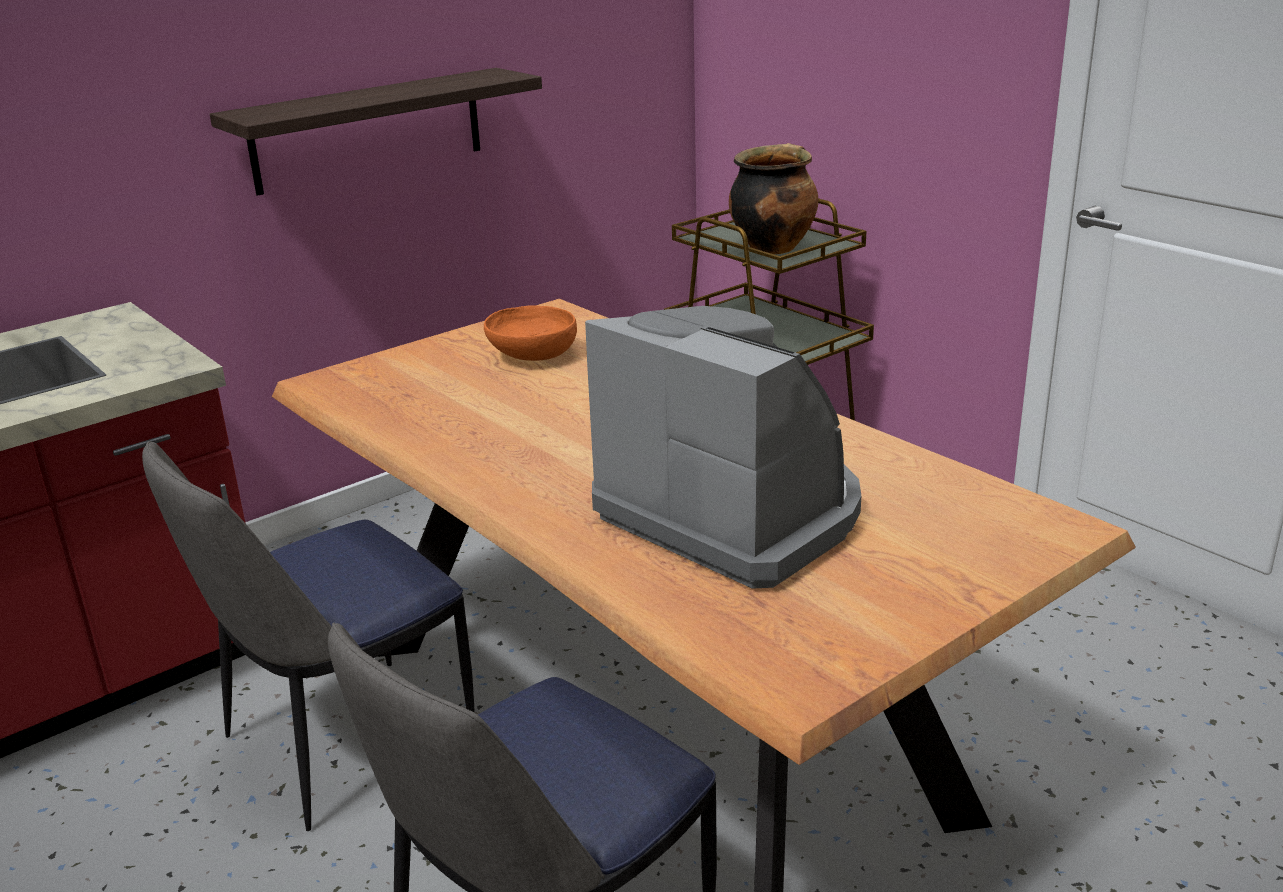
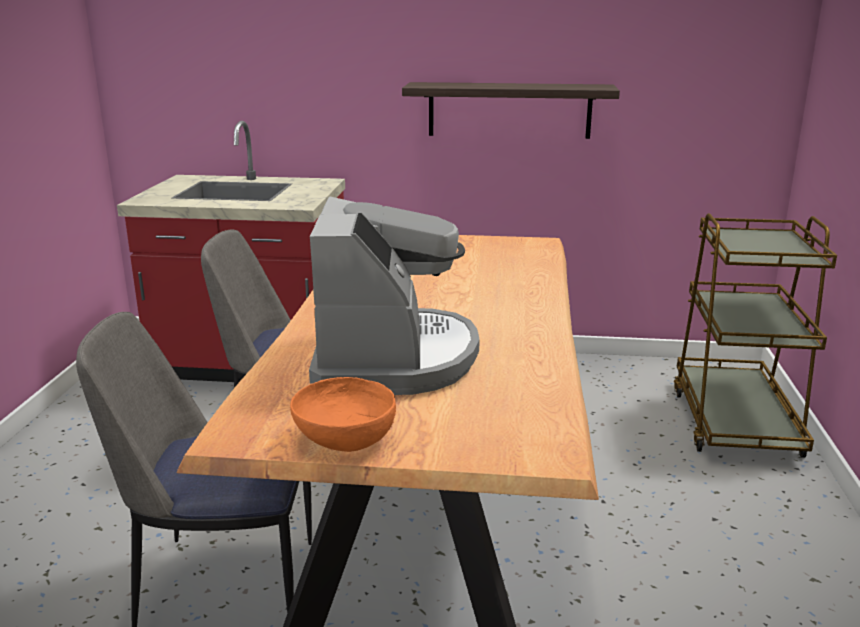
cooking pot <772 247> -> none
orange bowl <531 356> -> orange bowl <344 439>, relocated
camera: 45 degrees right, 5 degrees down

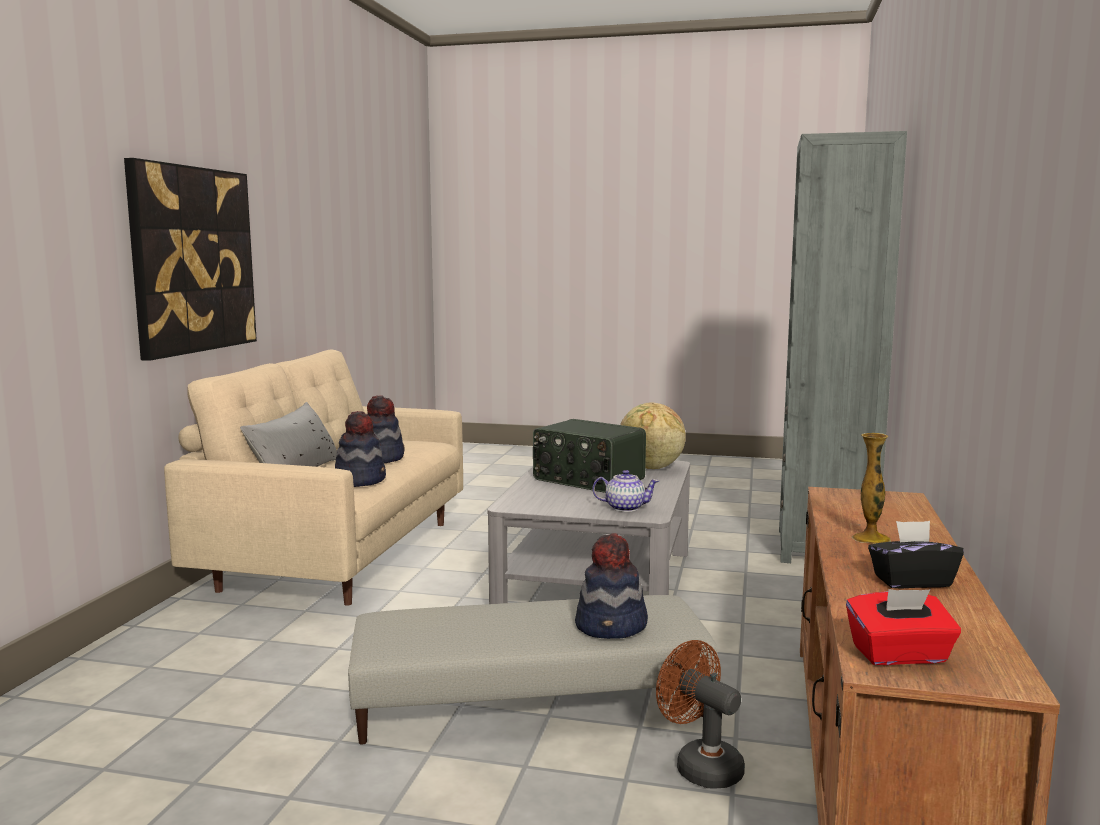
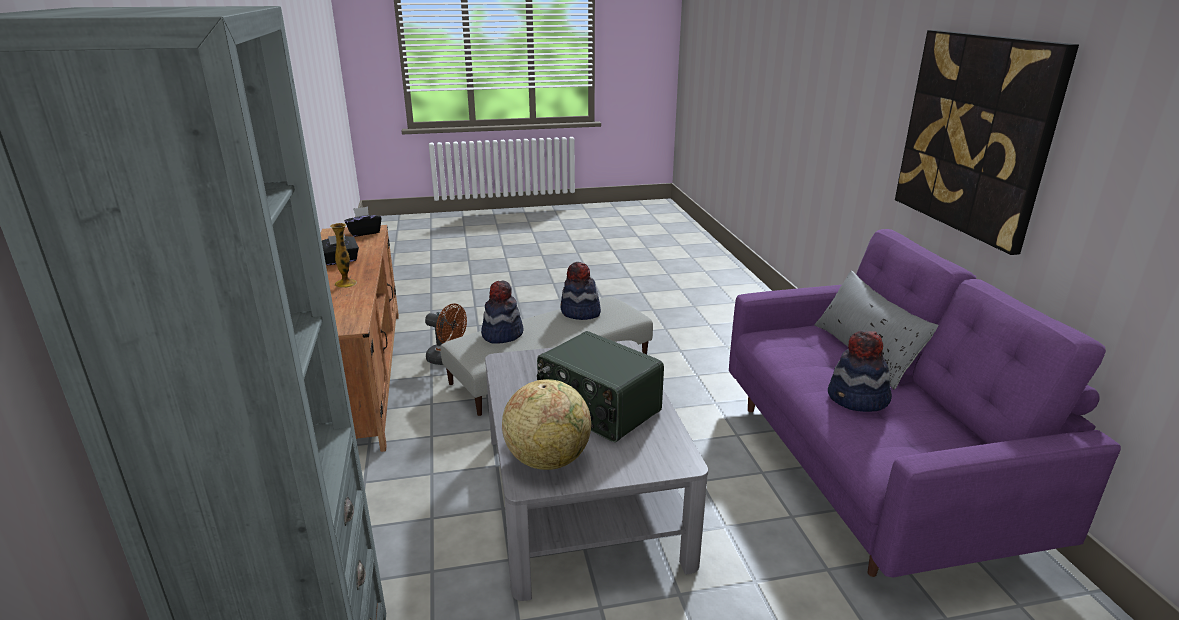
beige sofa <339 553> -> purple sofa <868 471>
hat <360 480> -> hat <580 312>, relocated
radio <587 480> -> radio <598 409>, 150 degrees counterclockwise
teapot <624 508> -> none
red tissue box <899 655> -> black tissue box <364 232>
camera: 155 degrees right, 15 degrees up

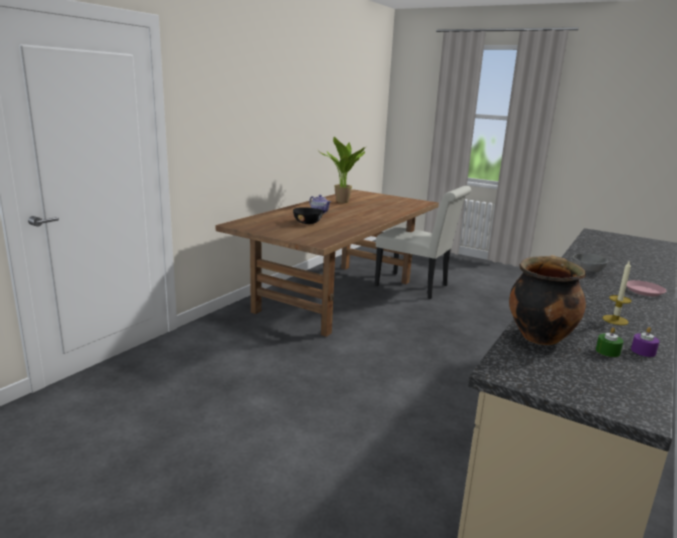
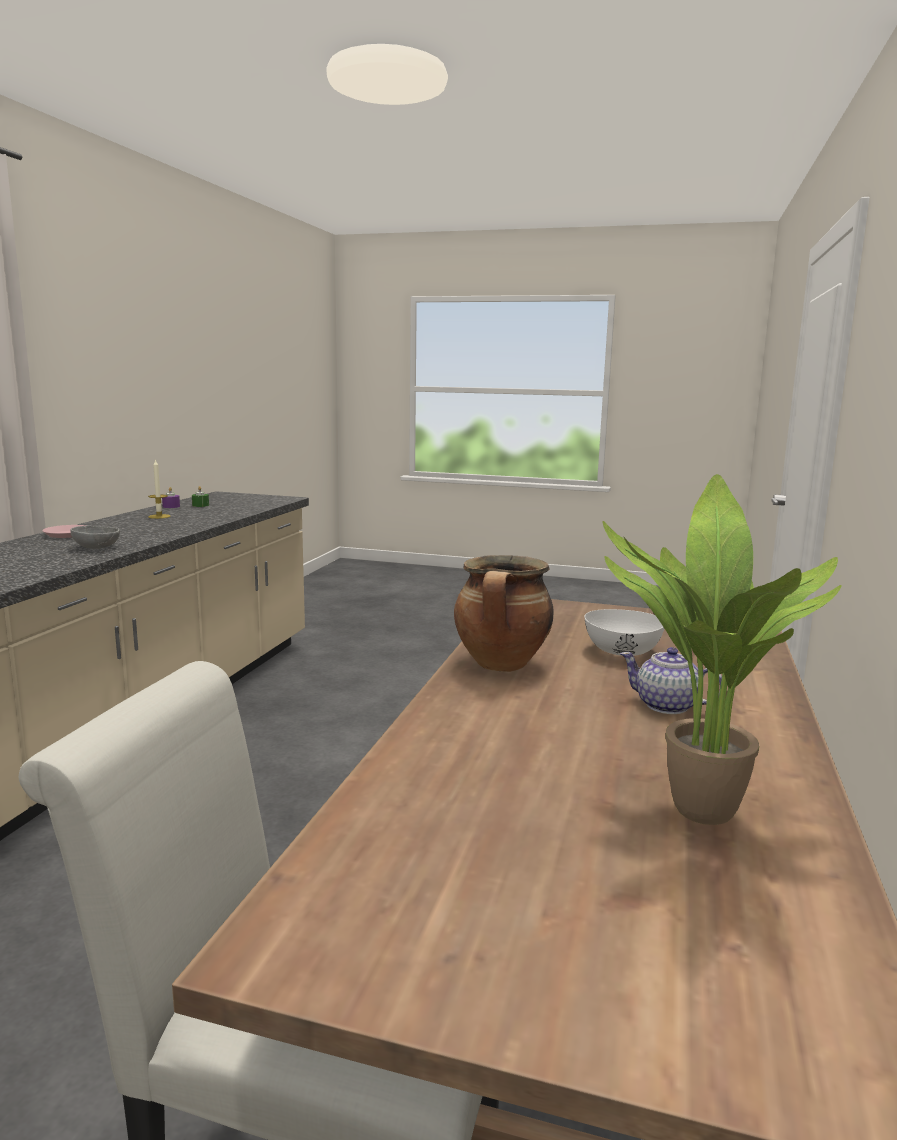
black bowl <308 223> -> white bowl <621 651>
cooking pot <539 336> -> cooking pot <502 665>, relocated
camera: 165 degrees right, 5 degrees down

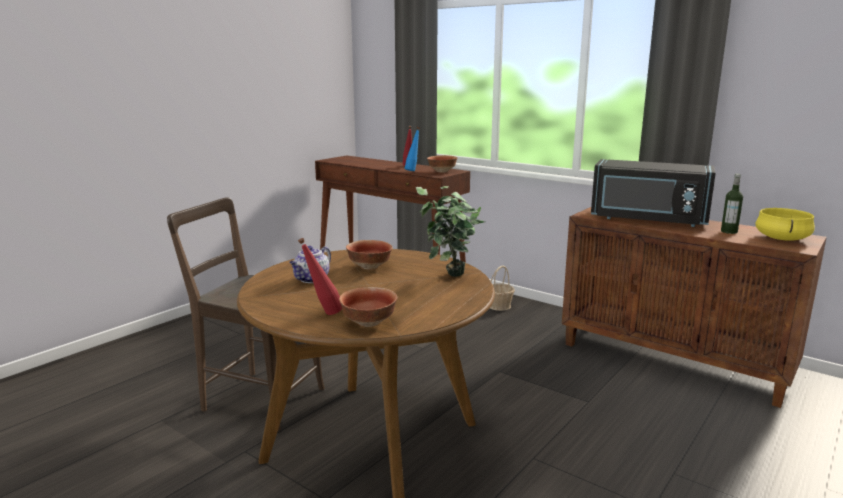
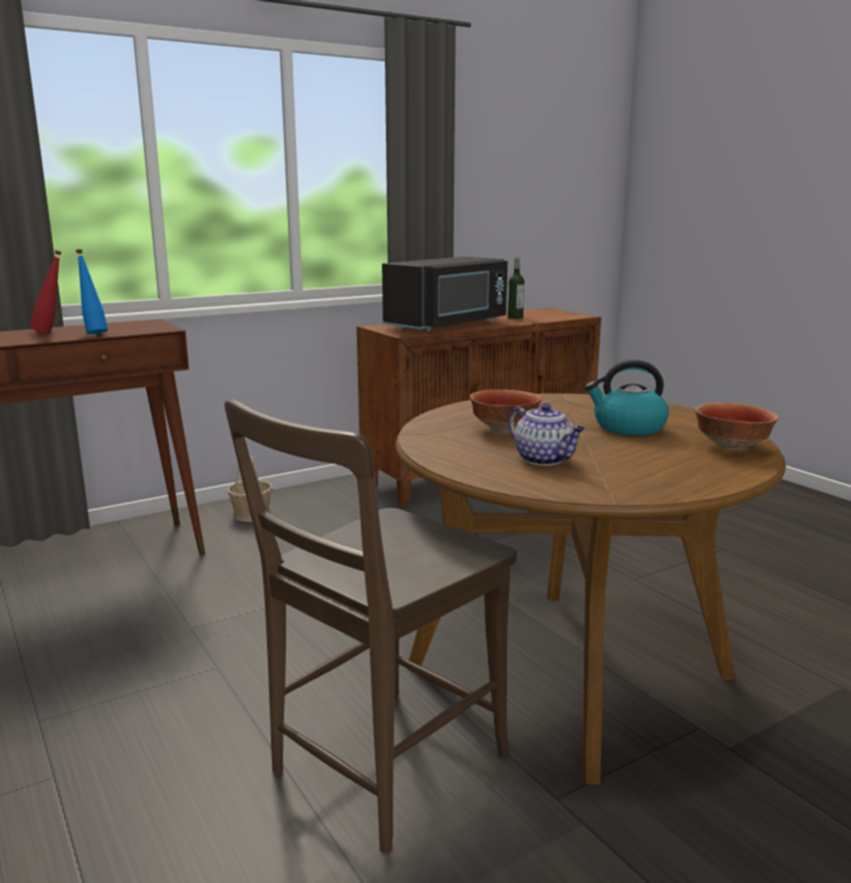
bowl <441 171> -> none
potted plant <449 278> -> none
yellow cooking pot <782 238> -> none
red bottle <323 314> -> none
none -> kettle <628 427>
camera: 70 degrees left, 0 degrees up

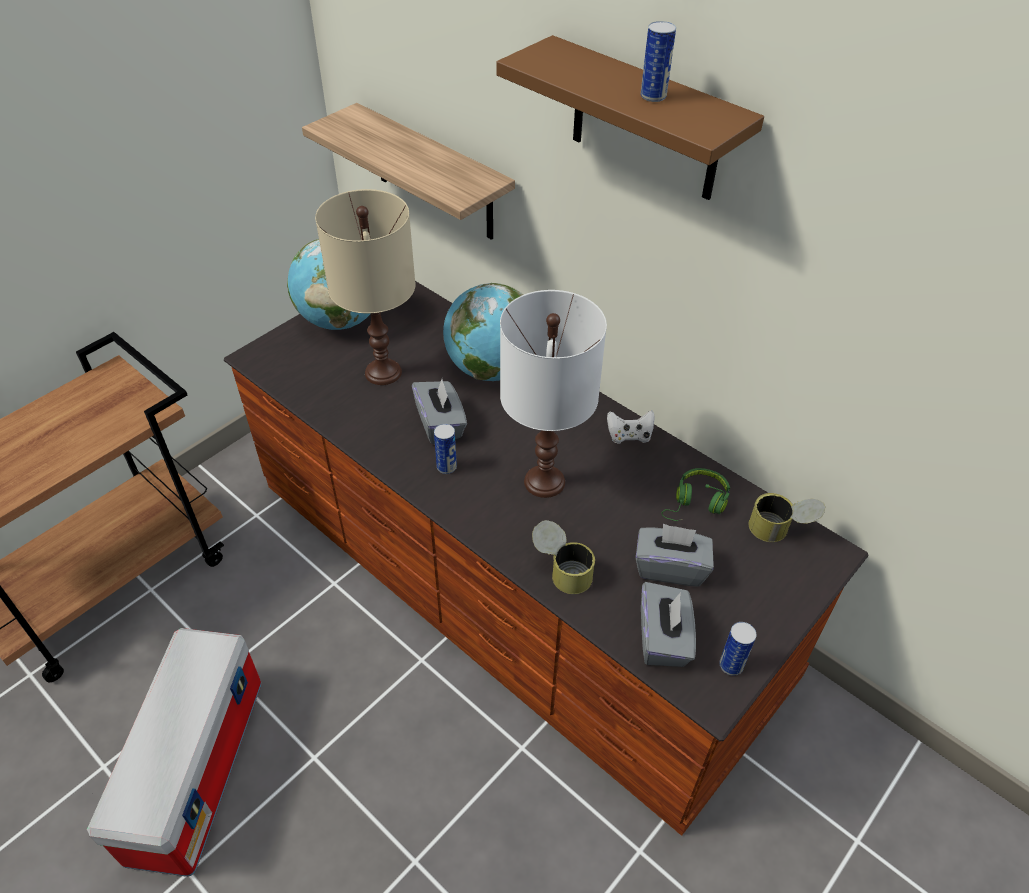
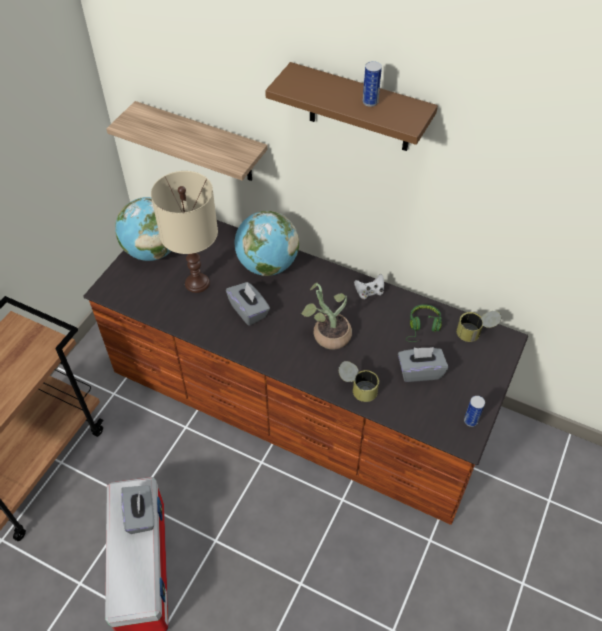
white table lamp <543 482> -> potted plant <327 334>
can <446 467> -> none
grey tissue box <663 639> -> grey tissue box <141 515>, relocated
camera: 15 degrees left, 5 degrees up

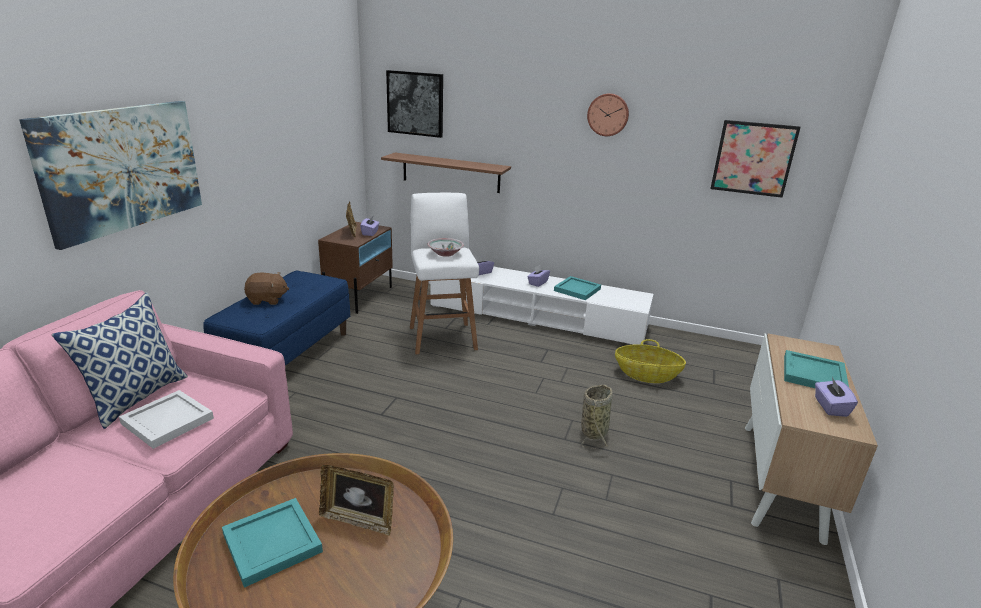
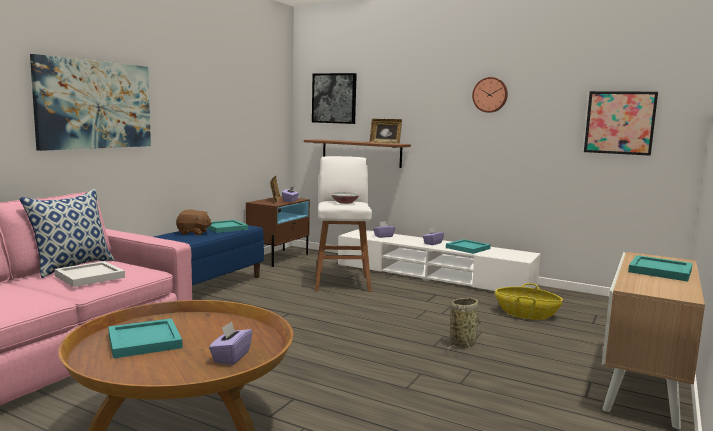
purple tissue box <830 407> -> purple tissue box <231 357>, relocated
picture frame <358 520> -> picture frame <385 143>, relocated
none -> turquoise tray <226 228>
camera: 10 degrees right, 15 degrees down

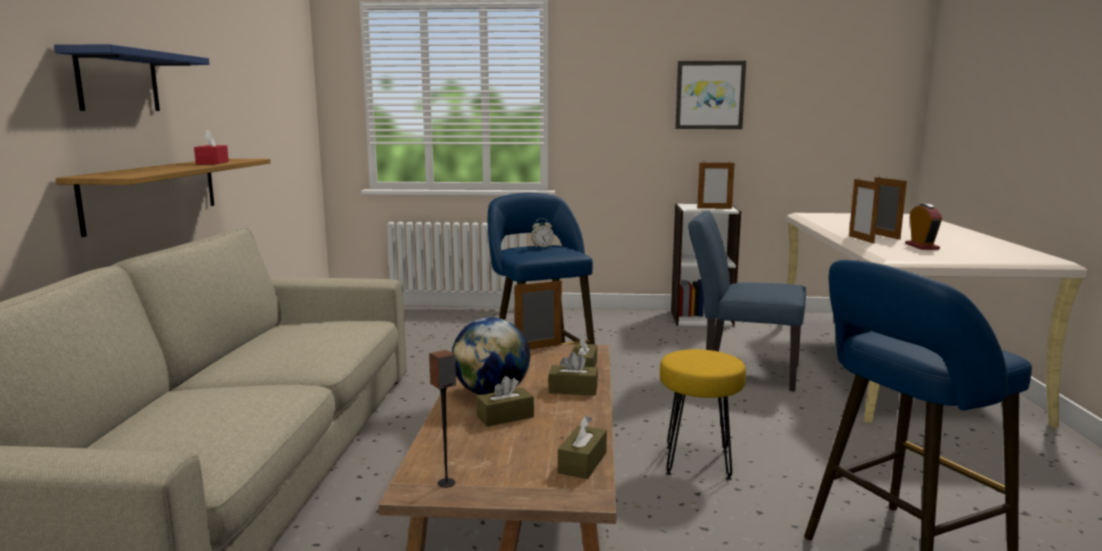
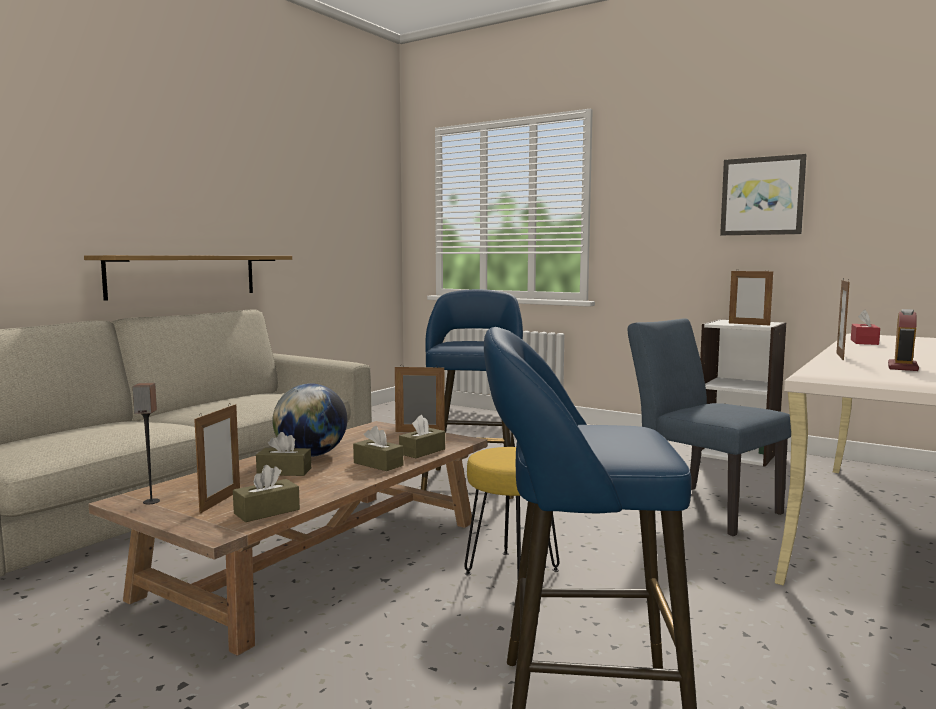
blue shelf <118 81> -> none
red tissue box <212 163> -> red tissue box <864 342>, relocated
picture frame <884 236> -> picture frame <220 501>, relocated
alarm clock <542 247> -> none
camera: 30 degrees right, 5 degrees down

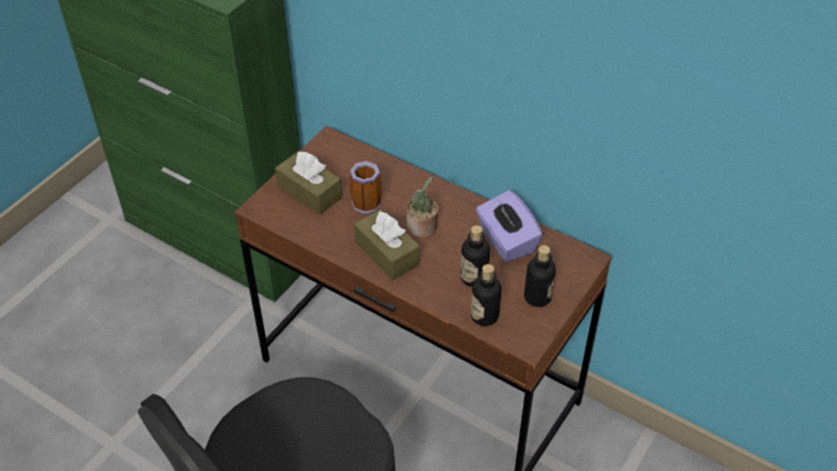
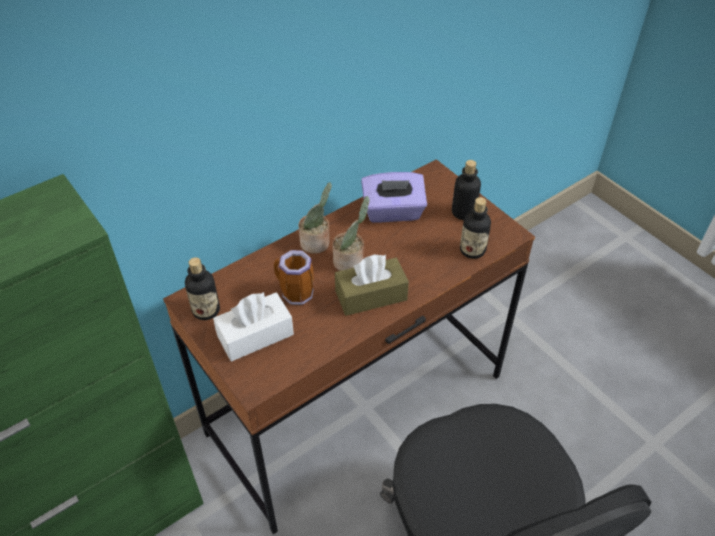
brown tissue box <309 192> -> white tissue box <255 335>
bottle <473 277> -> bottle <206 310>, relocated
none -> potted plant <317 243>
camera: 70 degrees left, 0 degrees up

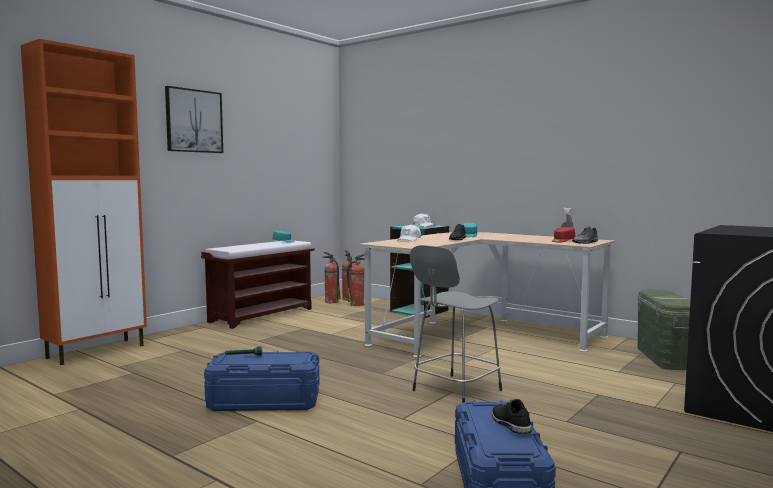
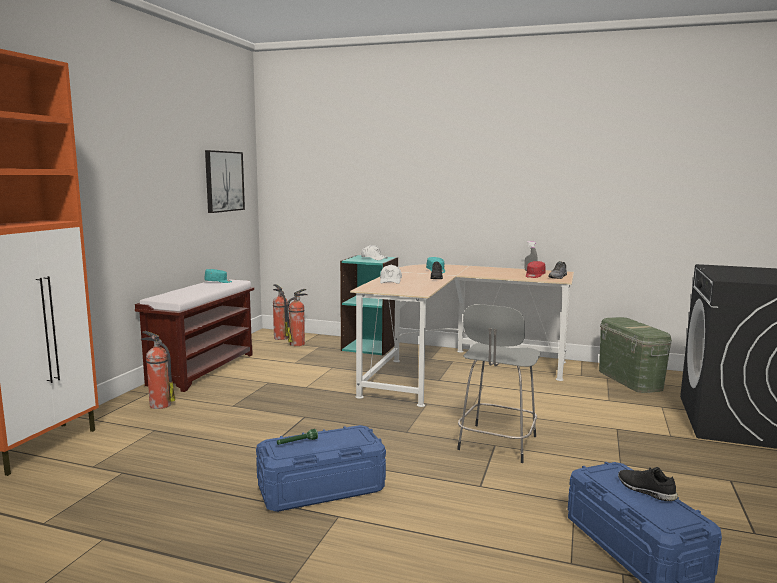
picture <194 121> -> picture <224 181>, relocated
fire extinguisher <331 301> -> fire extinguisher <159 405>, relocated
camera: 20 degrees left, 5 degrees up

